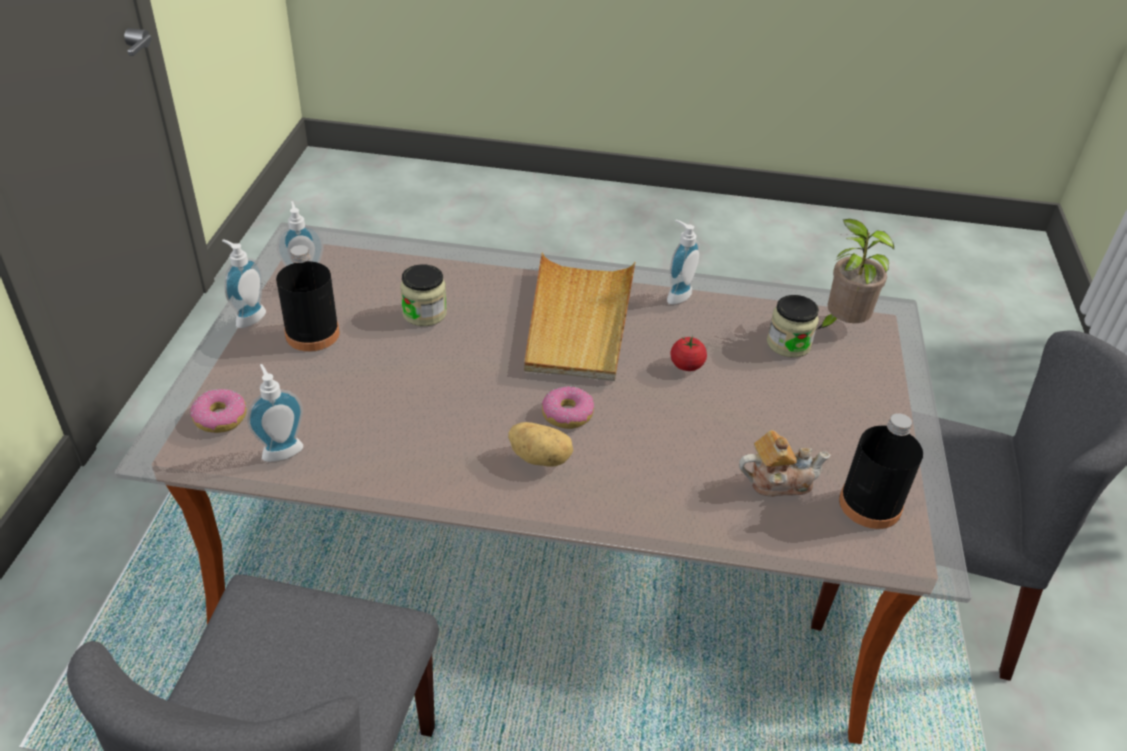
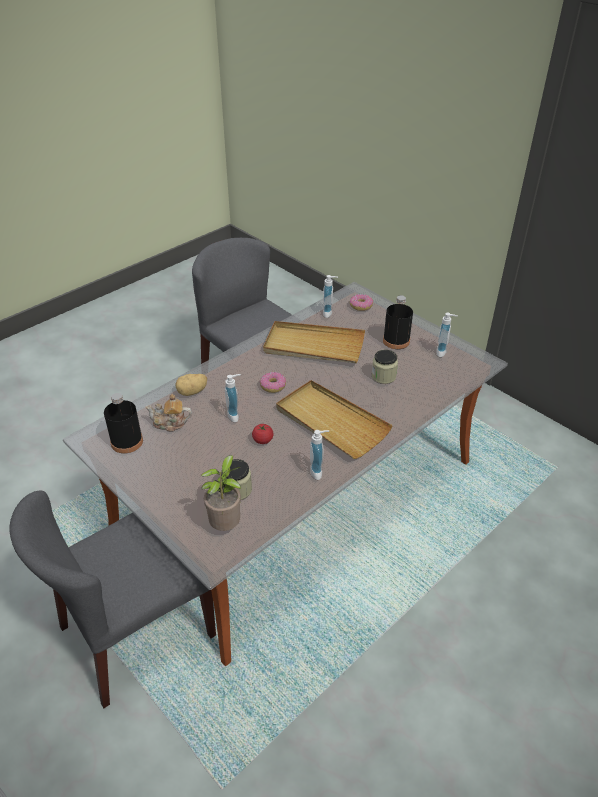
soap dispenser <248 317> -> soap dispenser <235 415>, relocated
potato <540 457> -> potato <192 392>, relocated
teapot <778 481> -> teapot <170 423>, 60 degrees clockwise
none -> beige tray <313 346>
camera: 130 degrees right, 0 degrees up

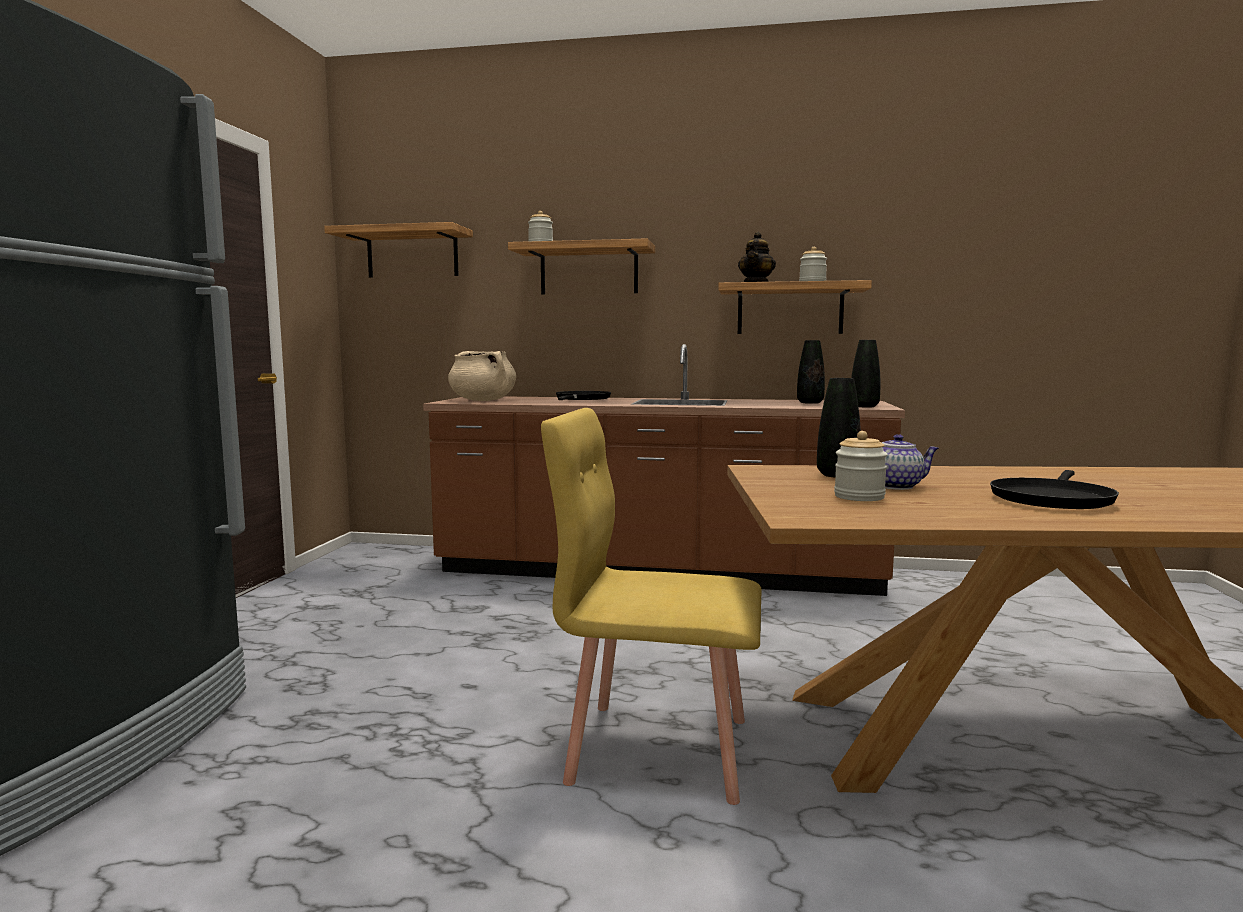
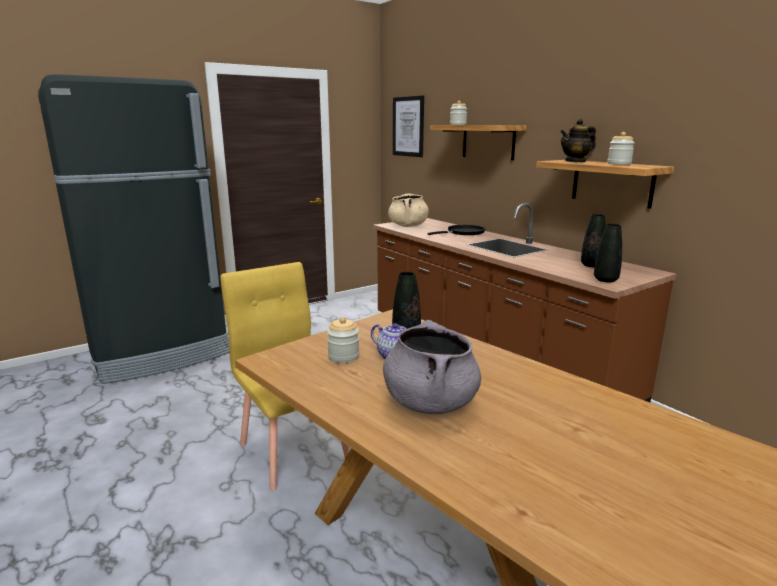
shelf <412 254> -> picture <408 126>
black frying pan <1051 499> -> grey cooking pot <430 402>
camera: 45 degrees right, 10 degrees up

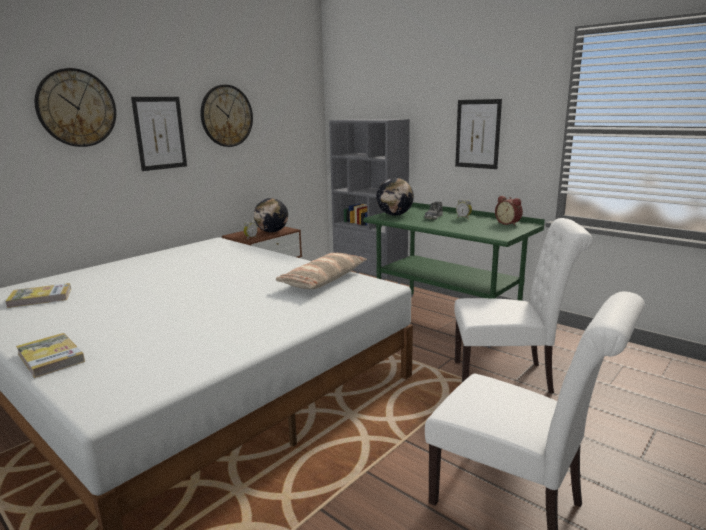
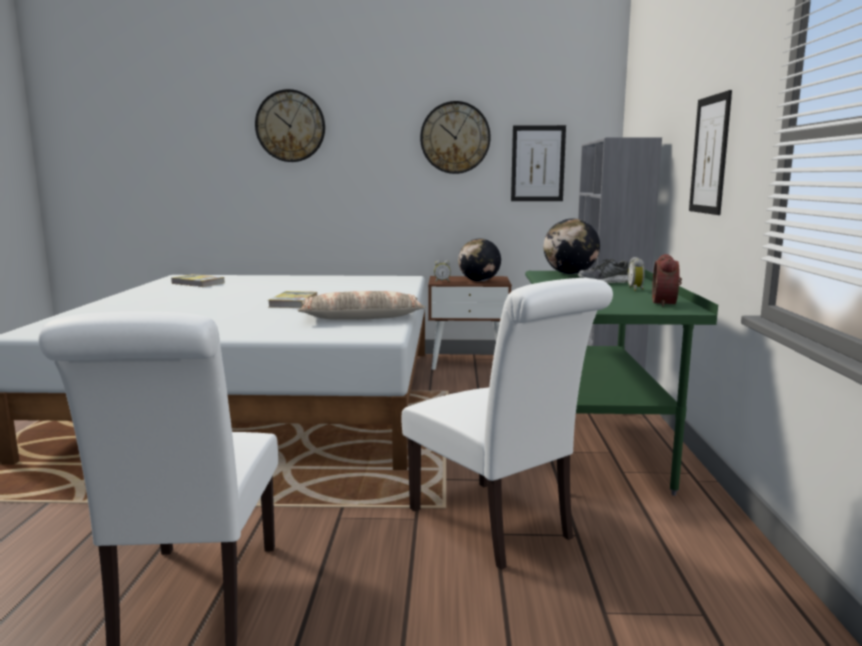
picture <160 133> -> picture <538 163>, relocated
book <50 358> -> book <293 302>, relocated
camera: 50 degrees right, 5 degrees down

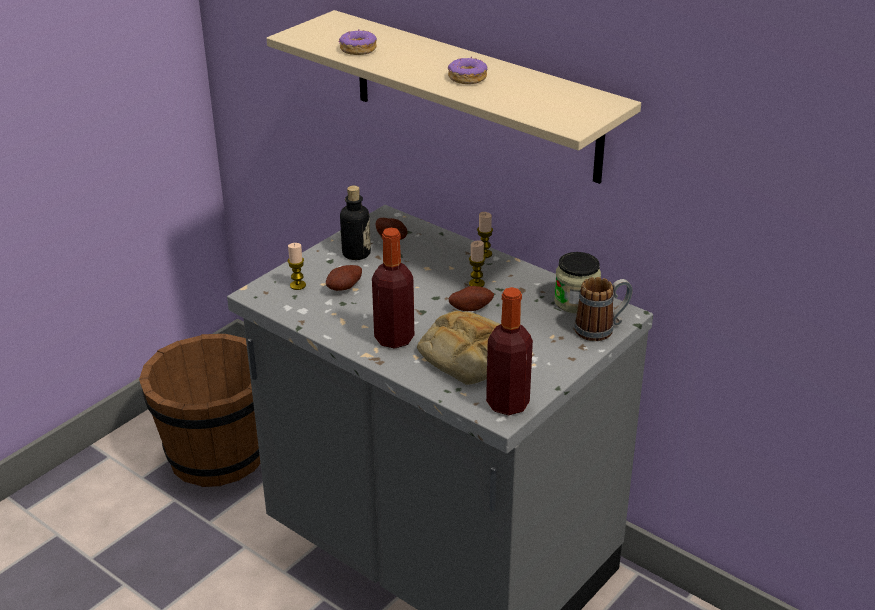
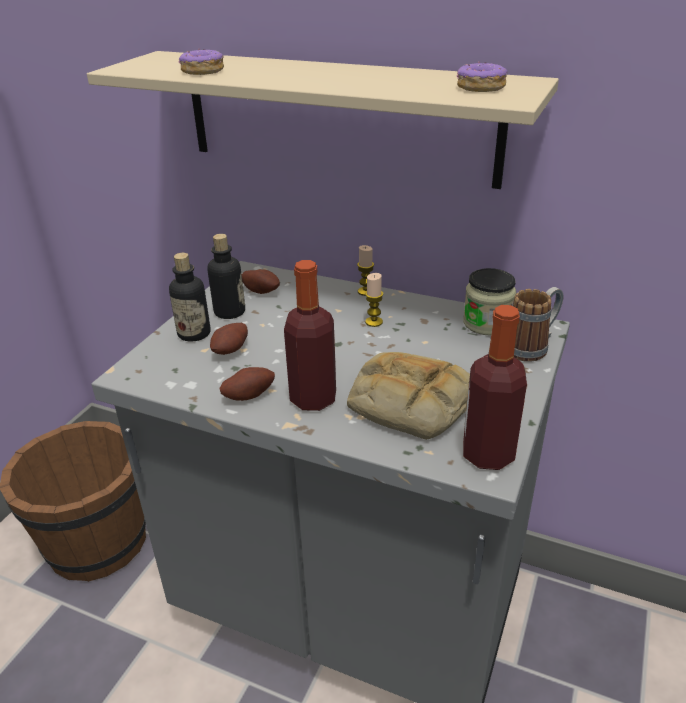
donut <467 78> -> donut <480 87>, relocated
candle <298 285> -> none
potato <470 308> -> potato <248 395>, relocated
none -> bottle <194 333>
camera: 15 degrees left, 0 degrees up

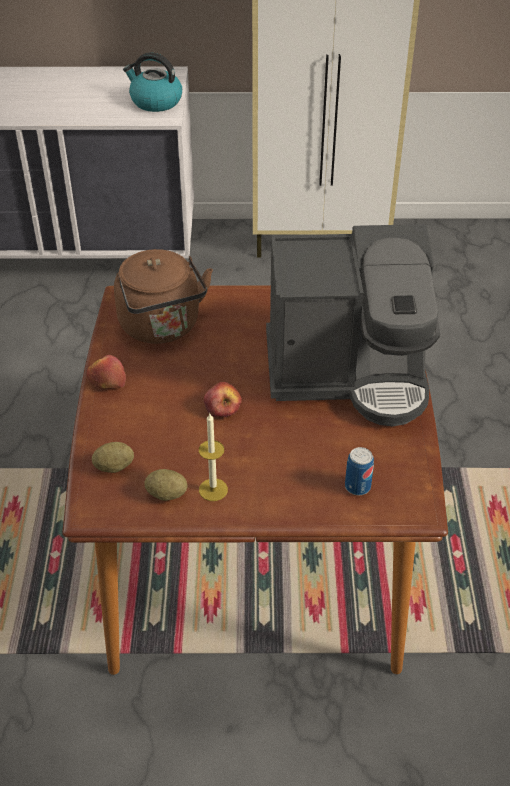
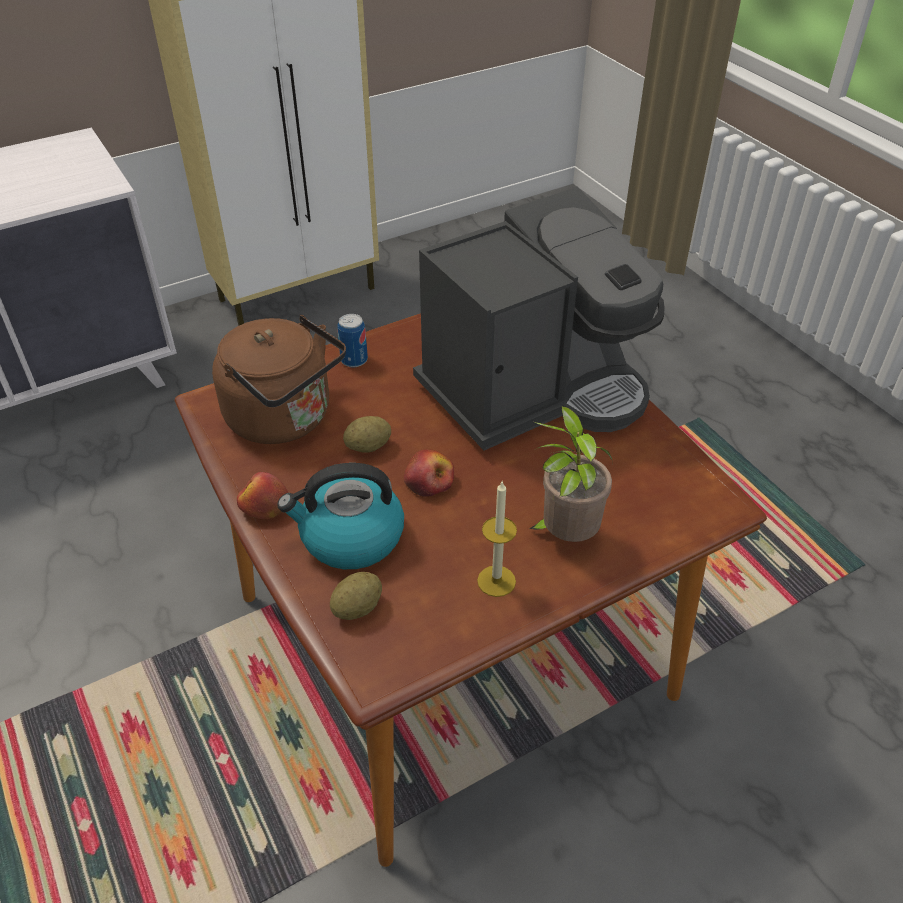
kettle <155 101> -> kettle <350 538>, relocated
can <357 486> -> can <354 360>, relocated
potato <166 494> -> potato <368 446>, relocated
none -> potted plant <565 535>
camera: 30 degrees left, 0 degrees up

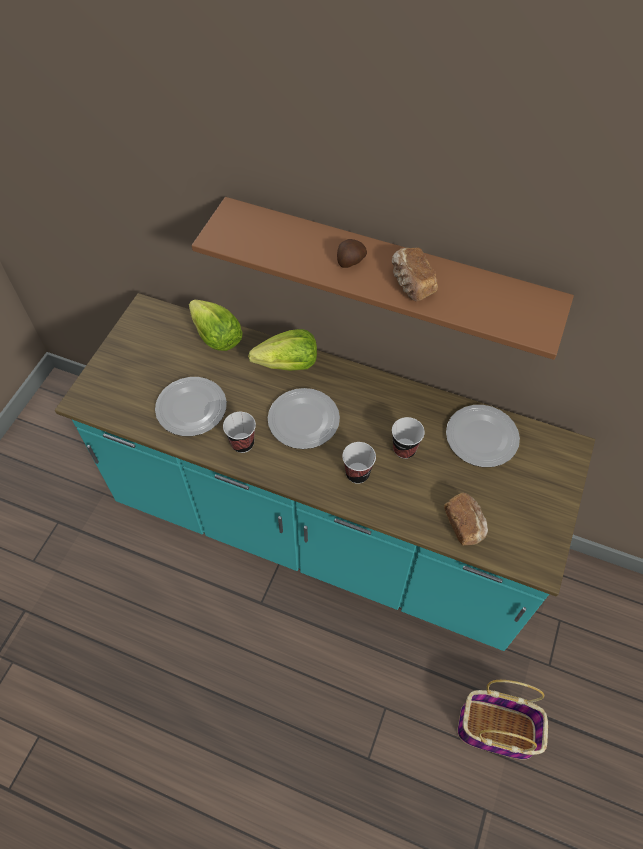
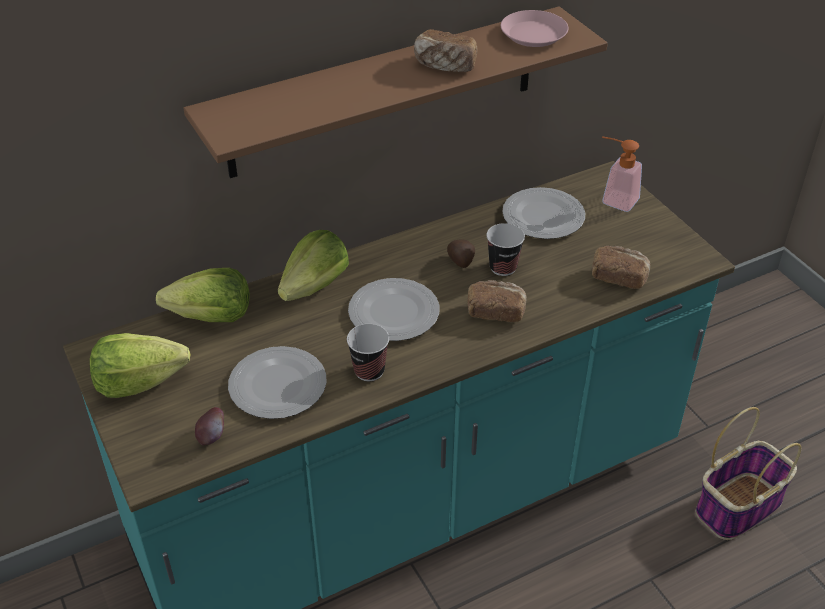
potato <350 261> -> potato <461 261>, relocated
cup <357 473> -> bread <495 311>
none -> pink plate <533 34>
none -> soap dispenser <614 199>
none -> lettuce <139 382>
none -> apple <211 437>
camera: 50 degrees left, 15 degrees down

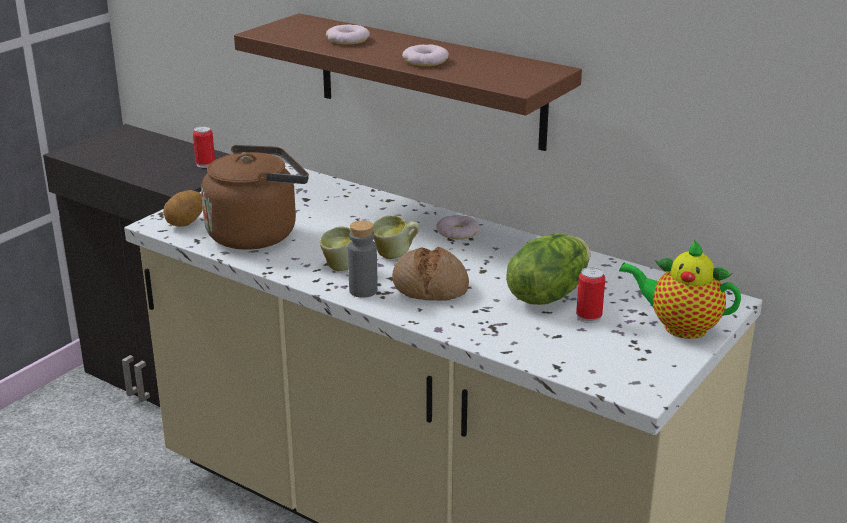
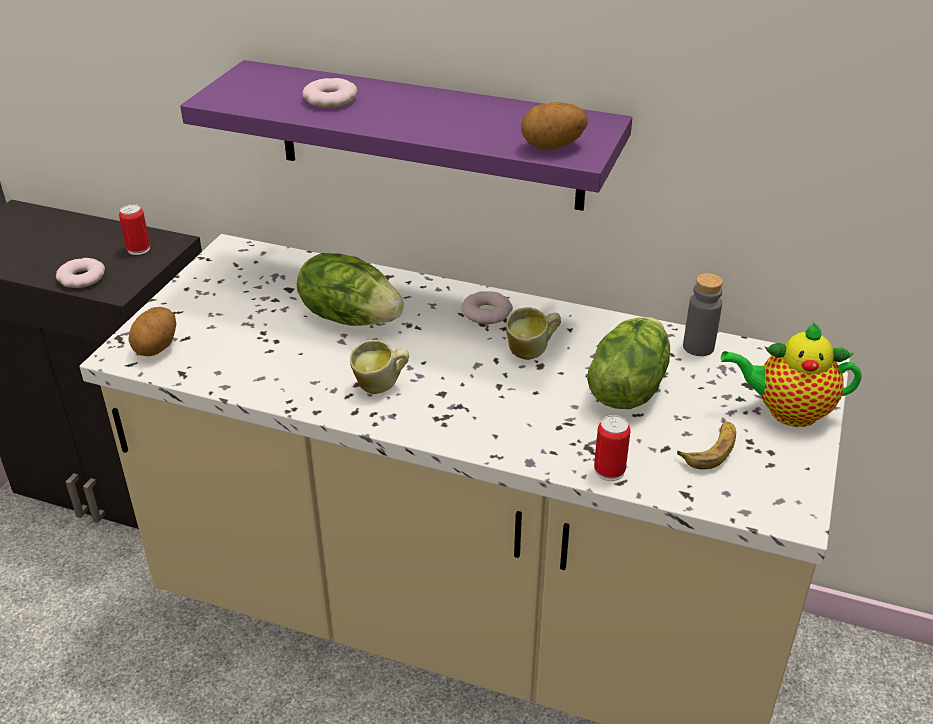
brown shelf <429 81> -> purple shelf <428 135>
donut <425 61> -> donut <82 278>, relocated
brown kettle <257 234> -> none
mug <395 255> -> mug <532 352>, relocated
grey bottle <363 291> -> grey bottle <698 347>, relocated
bread <430 286> -> none
can <589 317> -> can <609 470>, relocated
none -> potato <553 147>
none -> lettuce <350 317>
none -> banana <710 449>
camera: 15 degrees left, 10 degrees up

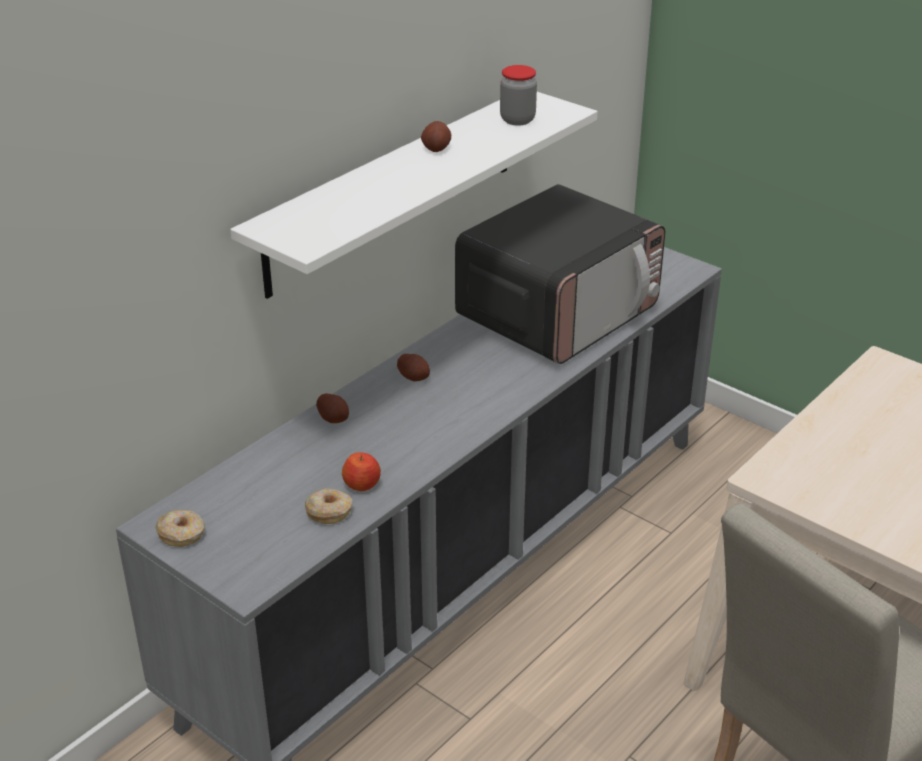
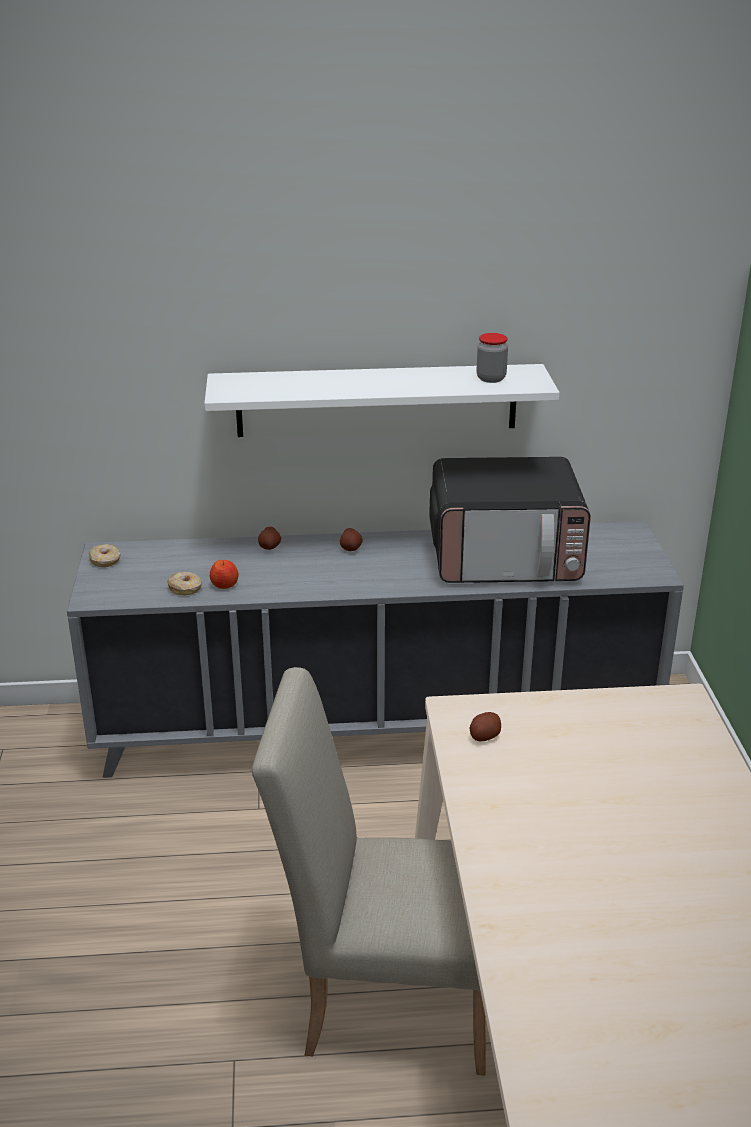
potato <436 148> -> potato <484 736>, relocated
camera: 45 degrees right, 5 degrees down

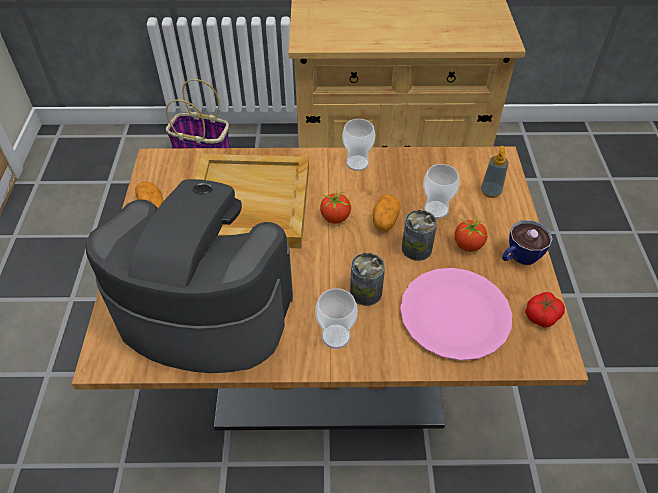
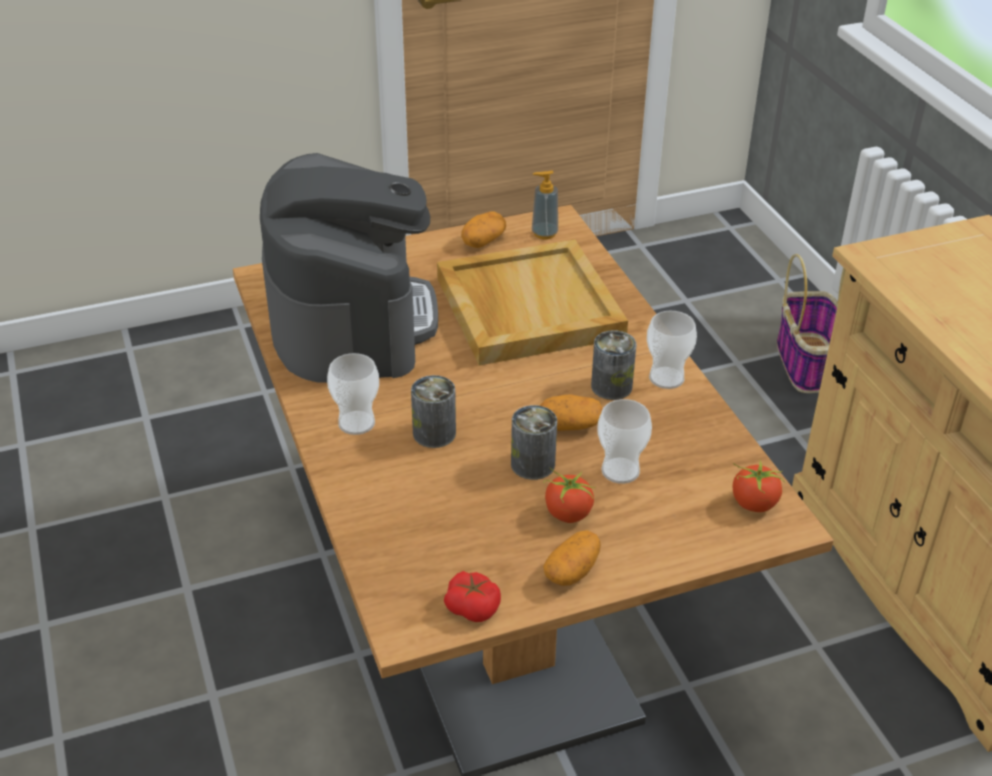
soap dispenser <490 192> -> soap dispenser <544 233>, relocated
tomato <335 218> -> tomato <753 504>, relocated
cup <519 257> -> potato <572 571>
pink plate <454 314> -> none
none -> can <611 386>
camera: 70 degrees right, 10 degrees down

